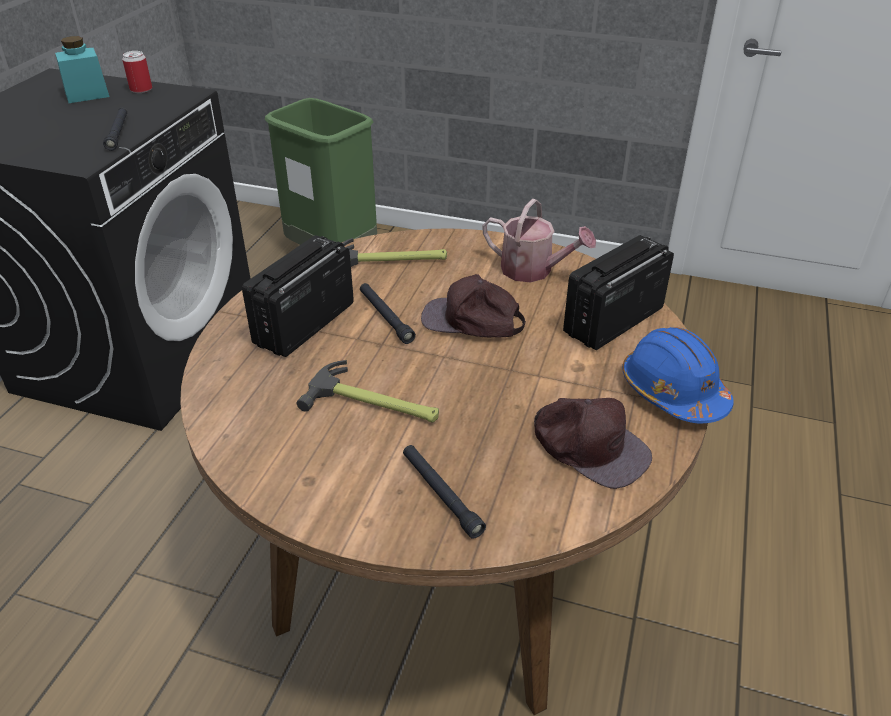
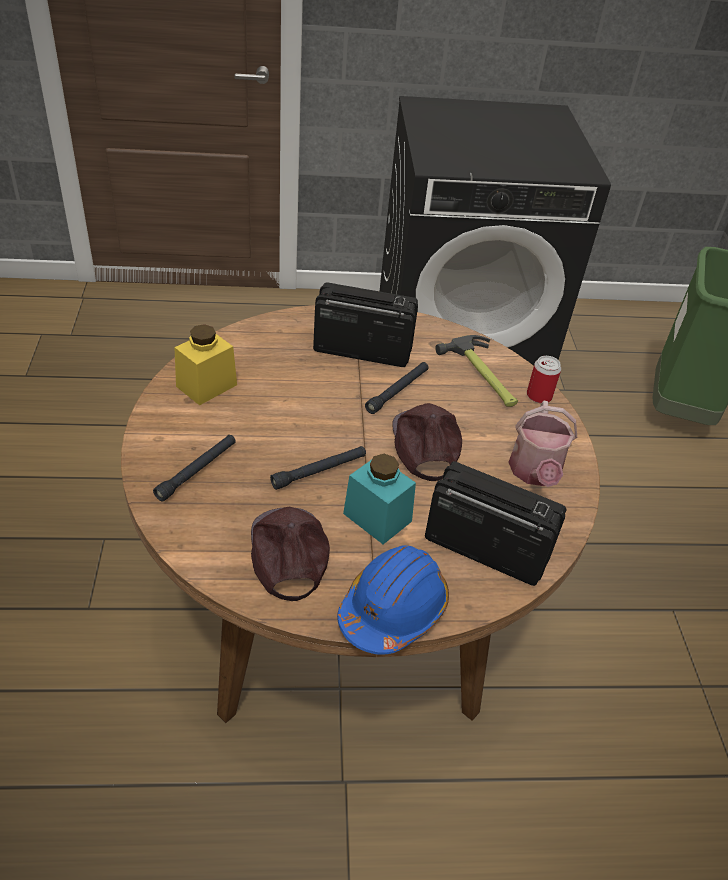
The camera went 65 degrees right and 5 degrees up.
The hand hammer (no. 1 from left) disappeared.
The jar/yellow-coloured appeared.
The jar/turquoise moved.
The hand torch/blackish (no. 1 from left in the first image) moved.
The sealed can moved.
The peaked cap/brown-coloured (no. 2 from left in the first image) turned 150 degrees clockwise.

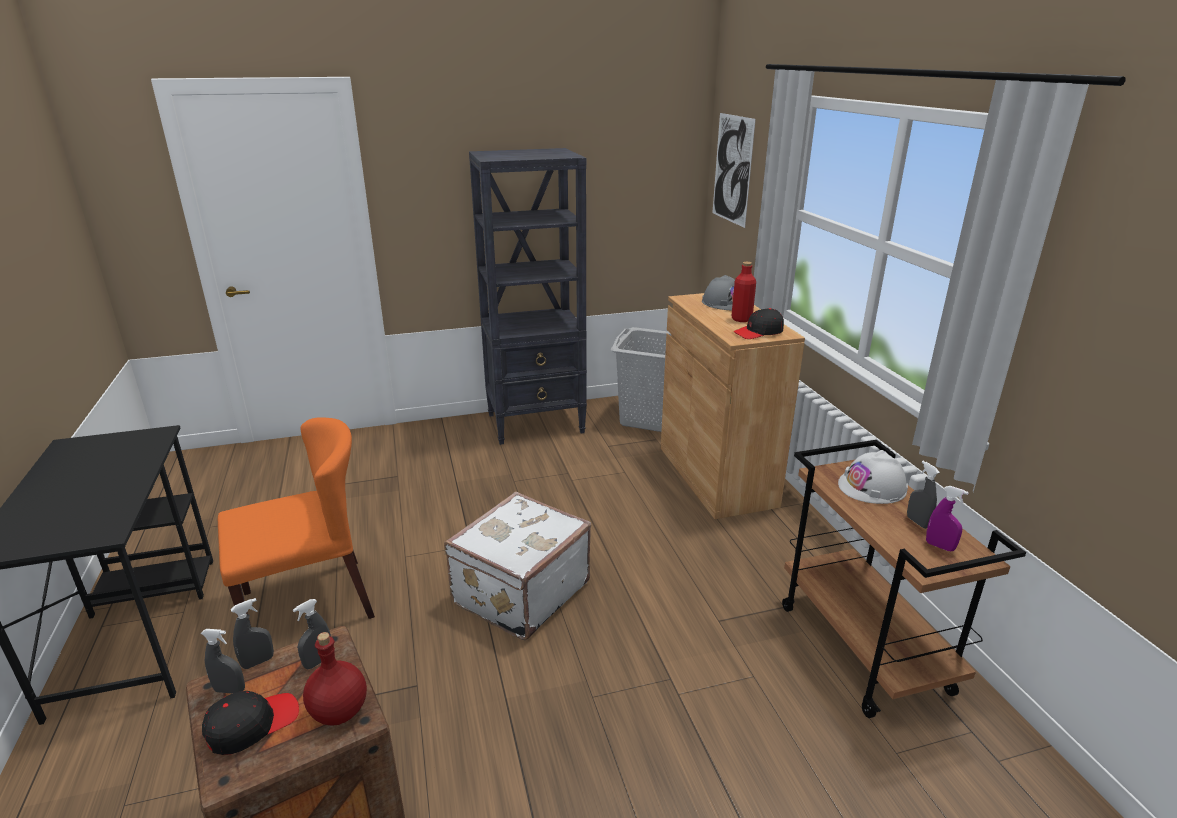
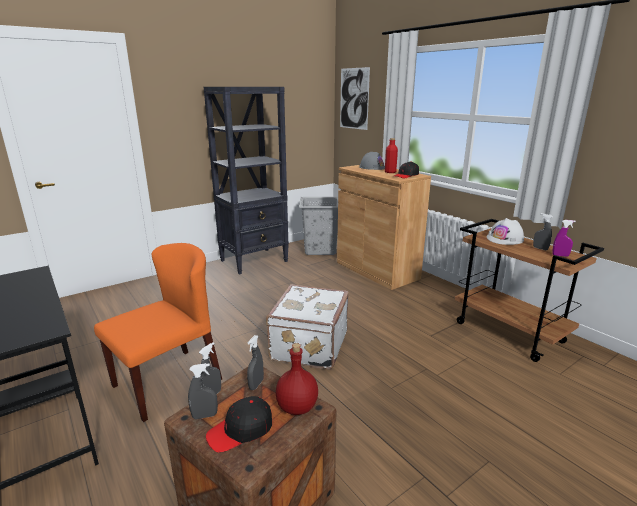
The camera went 20 degrees left and 5 degrees down.
The peaked cap/blackish (no. 1 from left) turned 150 degrees counterclockwise.

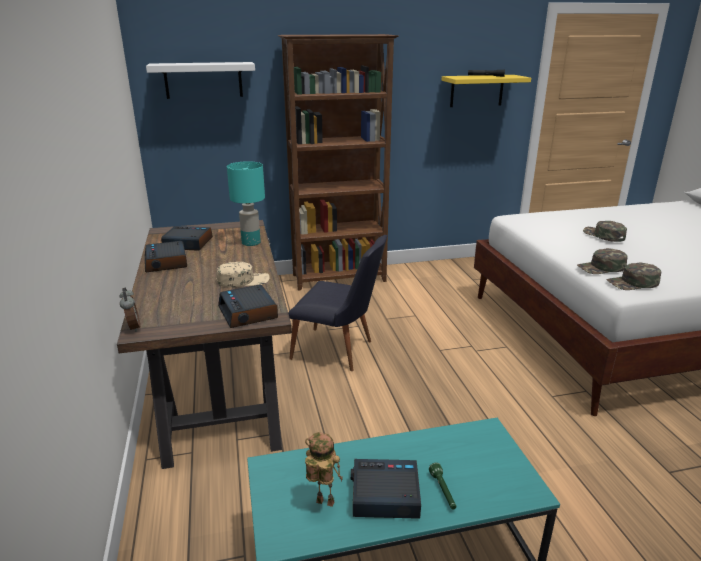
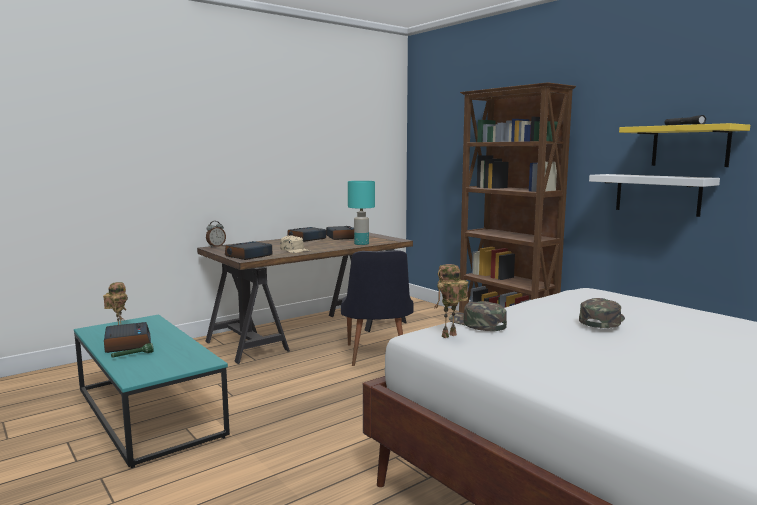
The camera went 65 degrees right and 15 degrees down.
The bracket shelf/whitish moved.
The peaked cap/green (no. 3 from left) was replaced by the model robot (no. 2 from left).

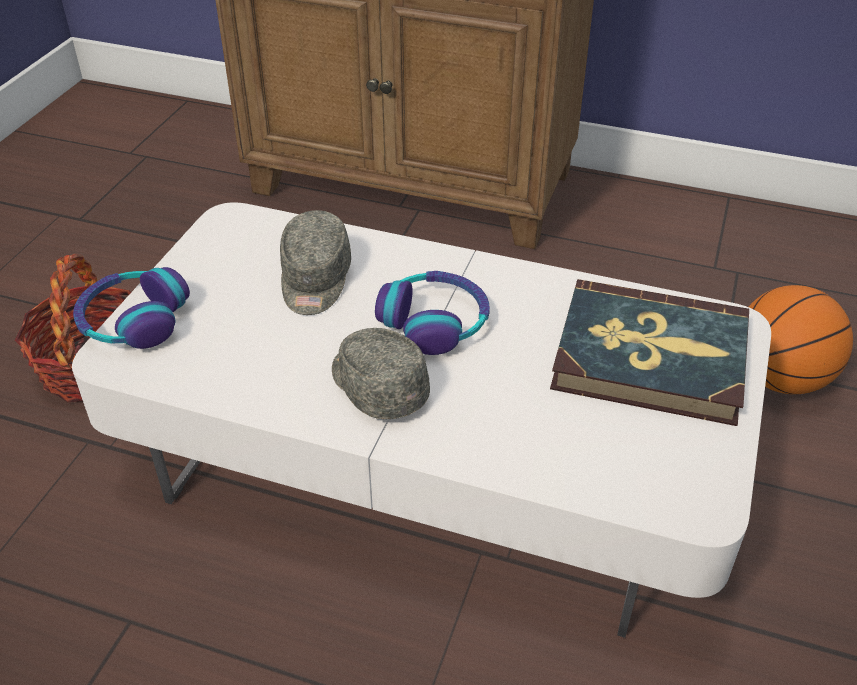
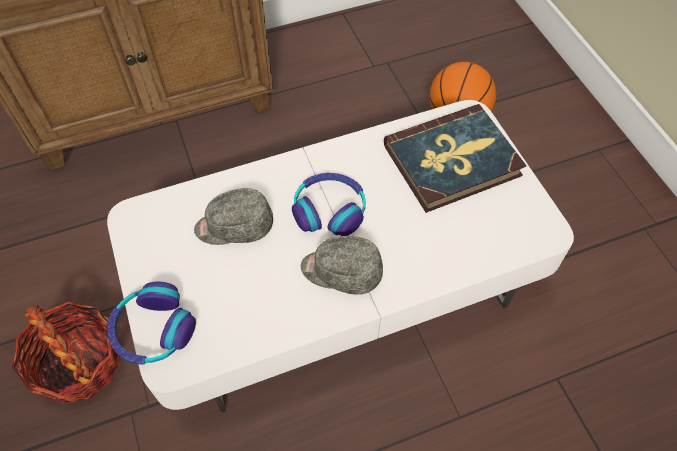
The camera went 40 degrees left and 15 degrees up.
The peaked cap/greyish (no. 1 from left) turned 120 degrees clockwise.

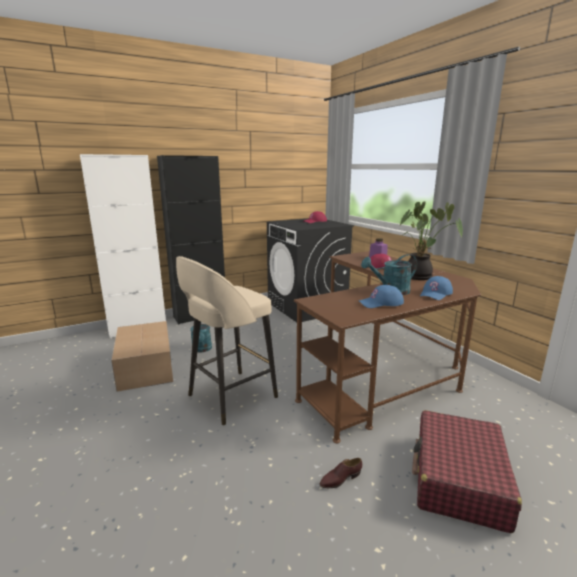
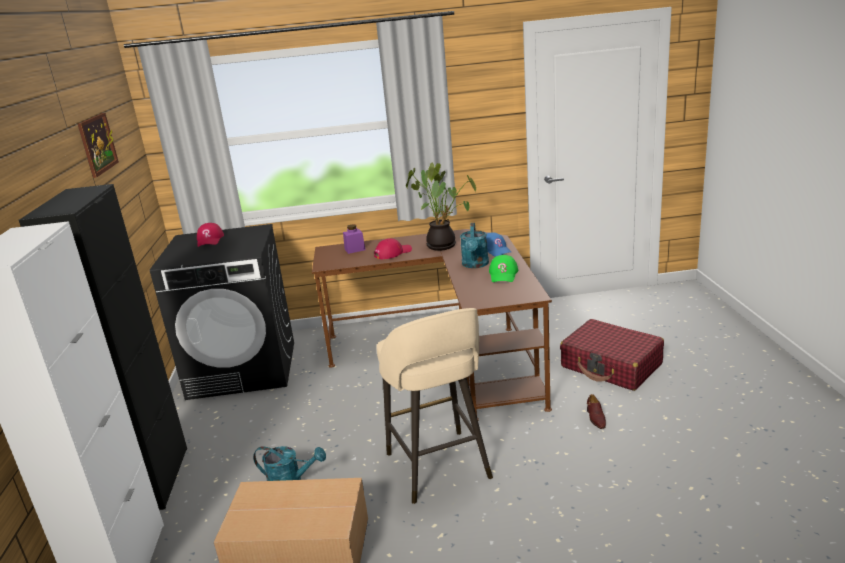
The camera went 65 degrees left and 5 degrees up.
The picture appeared.
The peaked cap/blue (no. 1 from left) became the peaked cap/green.

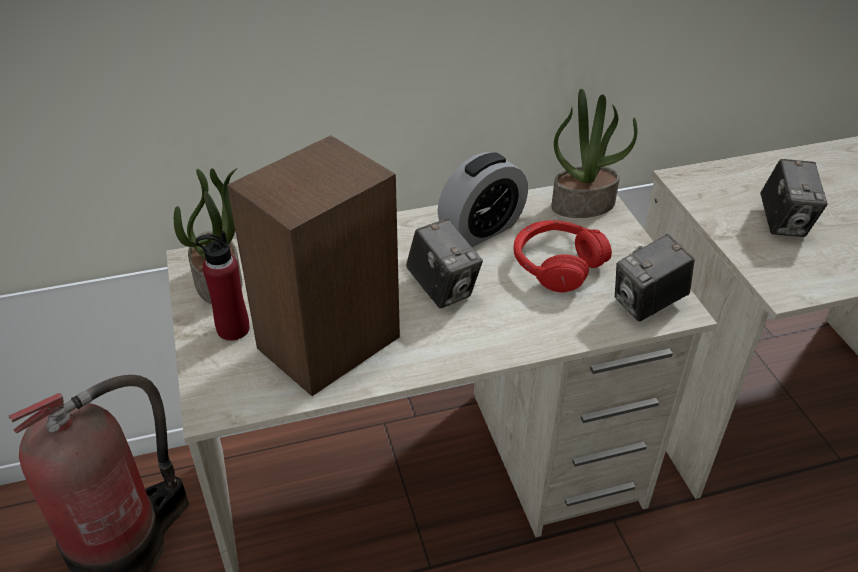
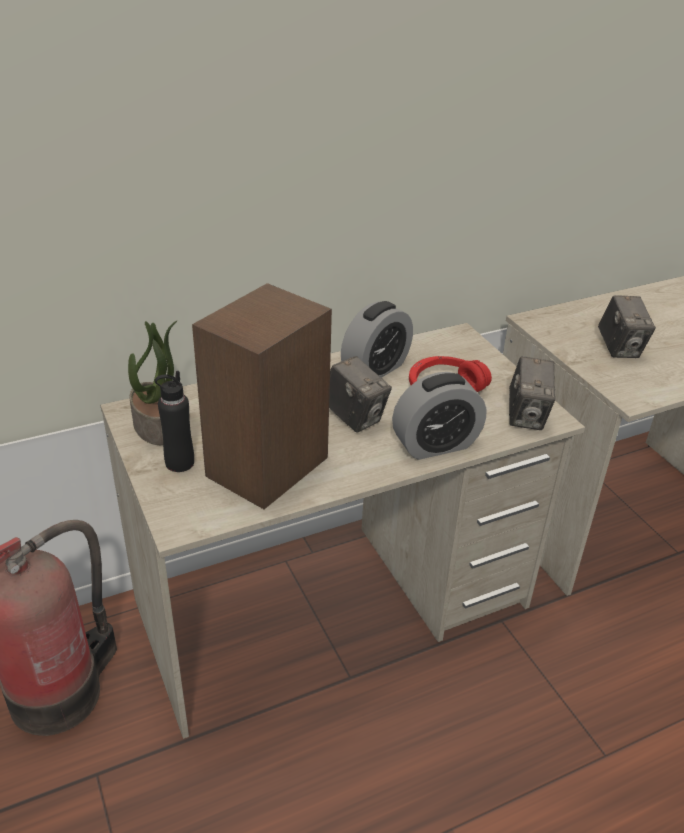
The camera went 10 degrees left and 5 degrees down.
The houseplant (no. 2 from left) disappeared.
The bedside clock (no. 2 from left) appeared.
The bottle/red-coloured became the bottle/blackish.
The still camera (no. 2 from left) turned 45 degrees counterclockwise.

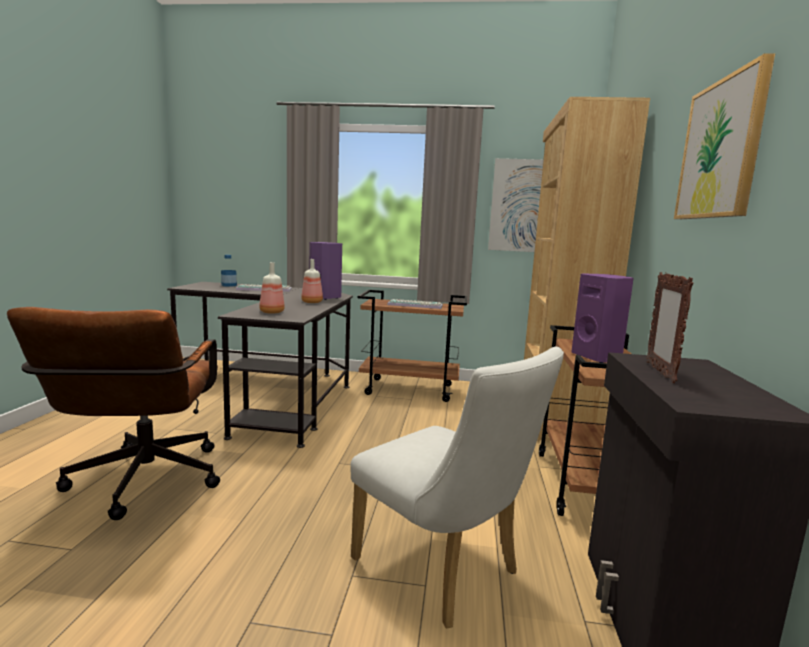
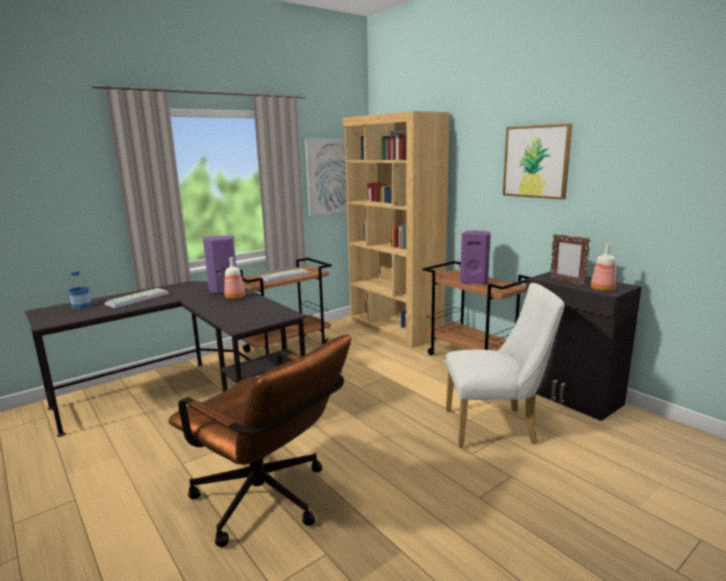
The camera went 45 degrees left and 5 degrees up.
The bottle (no. 2 from left in the first image) moved.

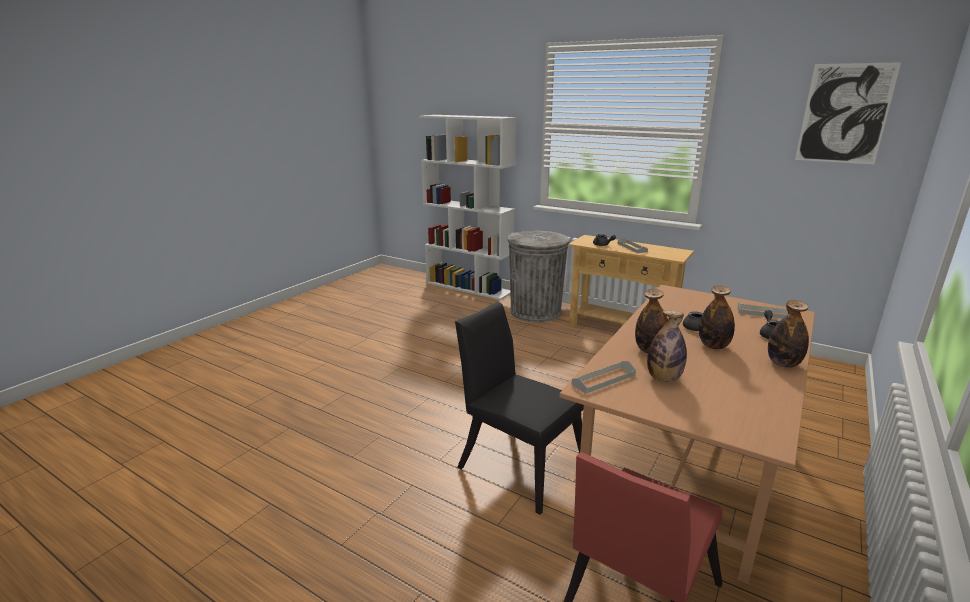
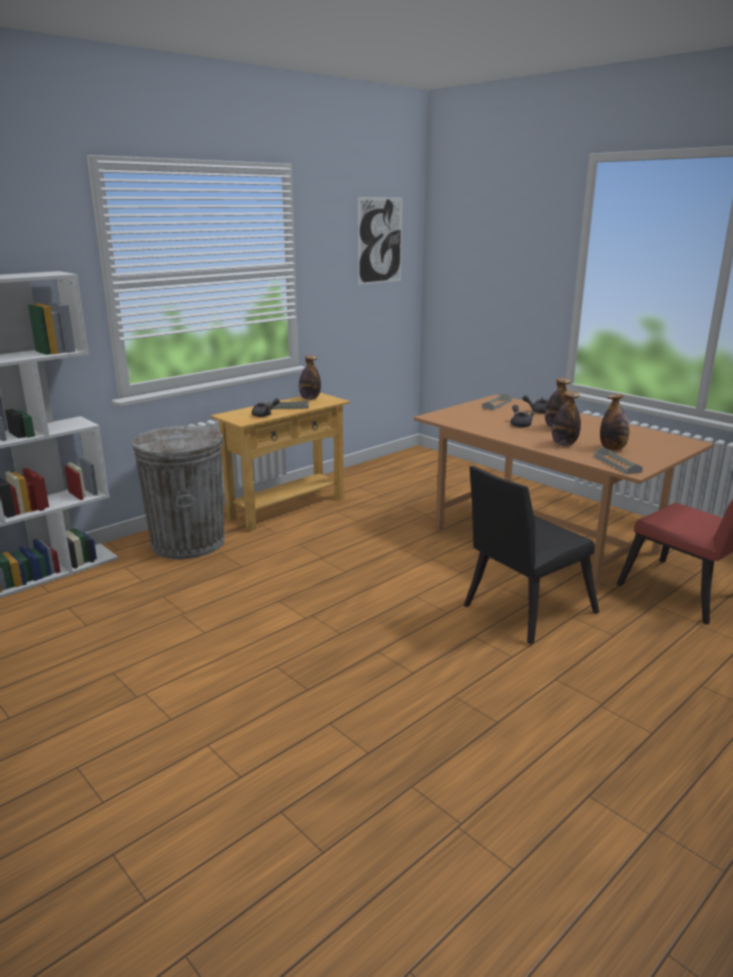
The camera went 75 degrees left and 0 degrees up.
The bottle (no. 4 from left in the first image) moved.

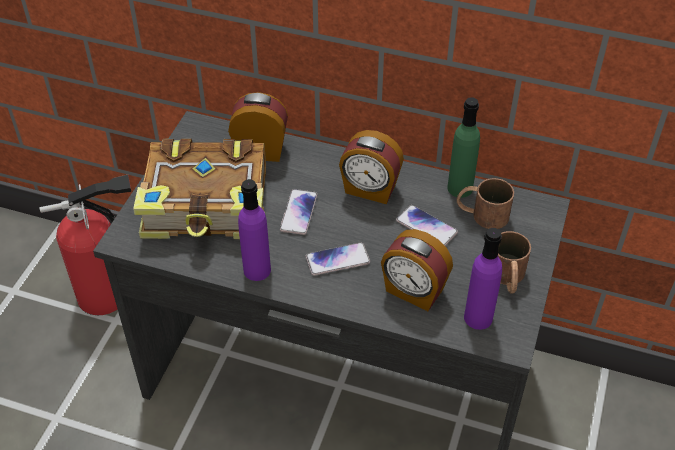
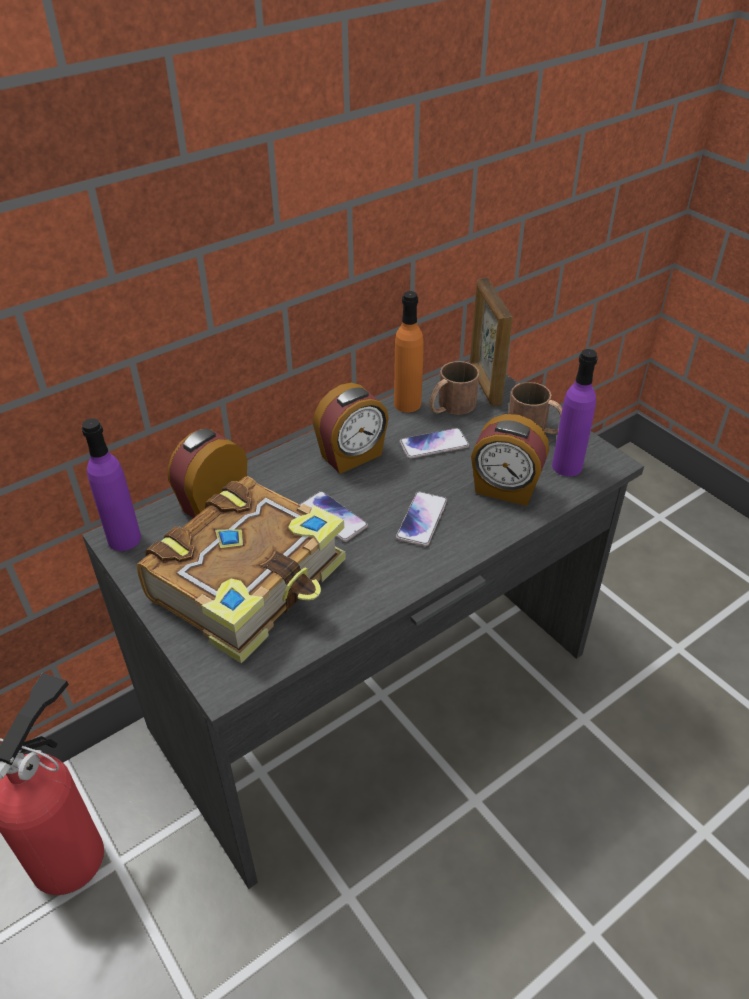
The camera went 55 degrees left and 5 degrees down.
The standing frame appeared.
The bottle/purplish (no. 1 from left) moved.
The bottle/green became the bottle/orange.
The bedside clock (no. 3 from left) turned 45 degrees clockwise.

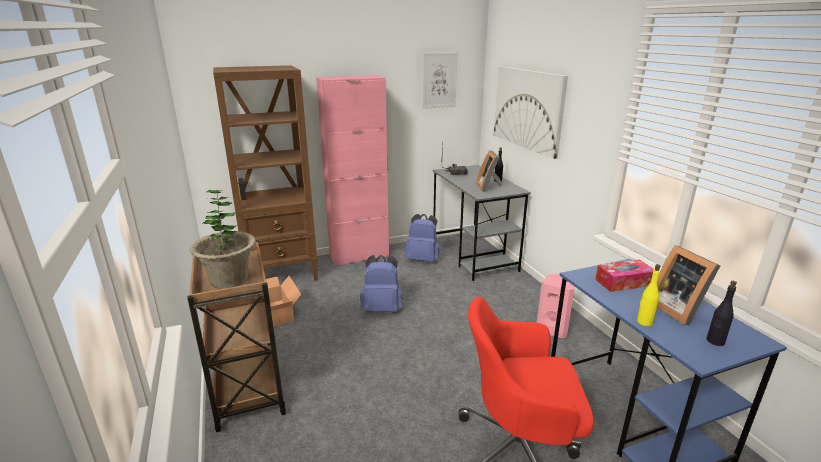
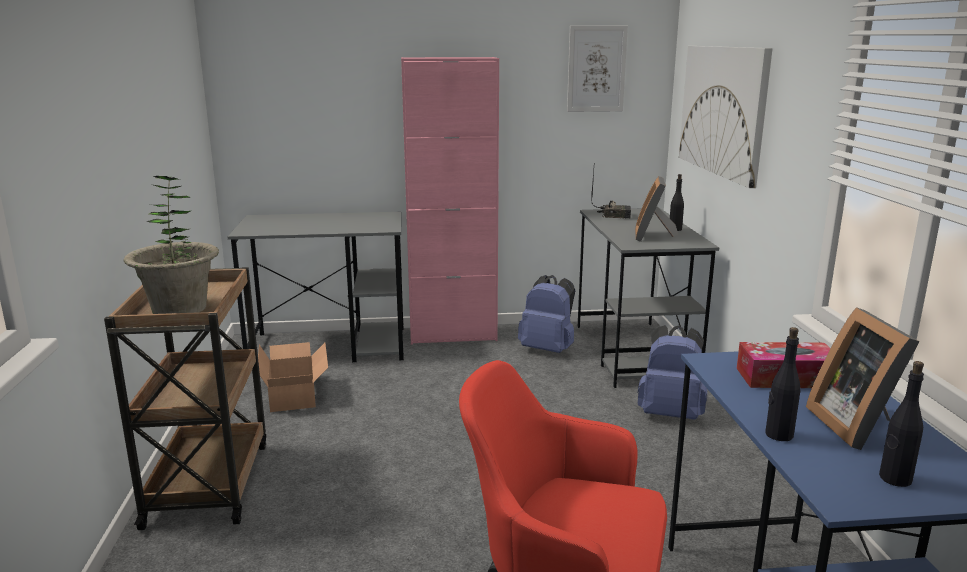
The camera went 15 degrees right and 5 degrees down.
The audio speaker/pink disappeared.
The rucksack/blue (no. 1 from left in the first image) moved.
The bookcase/brown-coloured was replaced by the desk table/greyish (no. 1 from left).
The bottle/yellow-coloured became the bottle/blackish (no. 2 from left).

